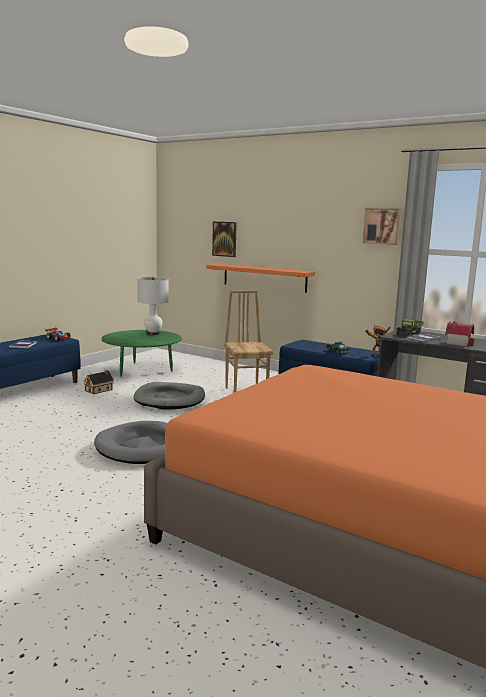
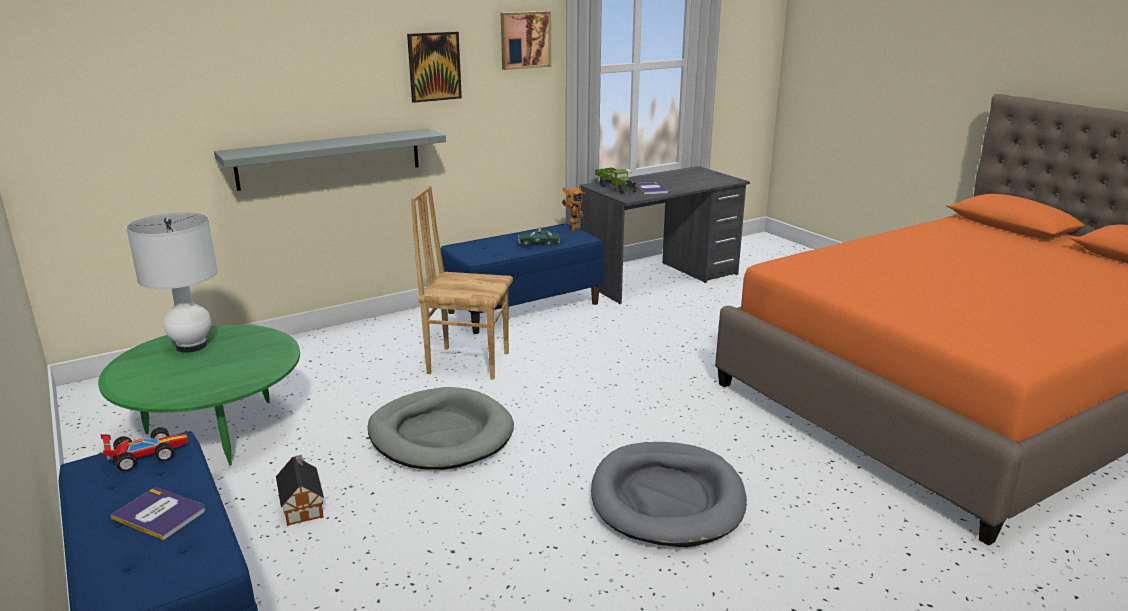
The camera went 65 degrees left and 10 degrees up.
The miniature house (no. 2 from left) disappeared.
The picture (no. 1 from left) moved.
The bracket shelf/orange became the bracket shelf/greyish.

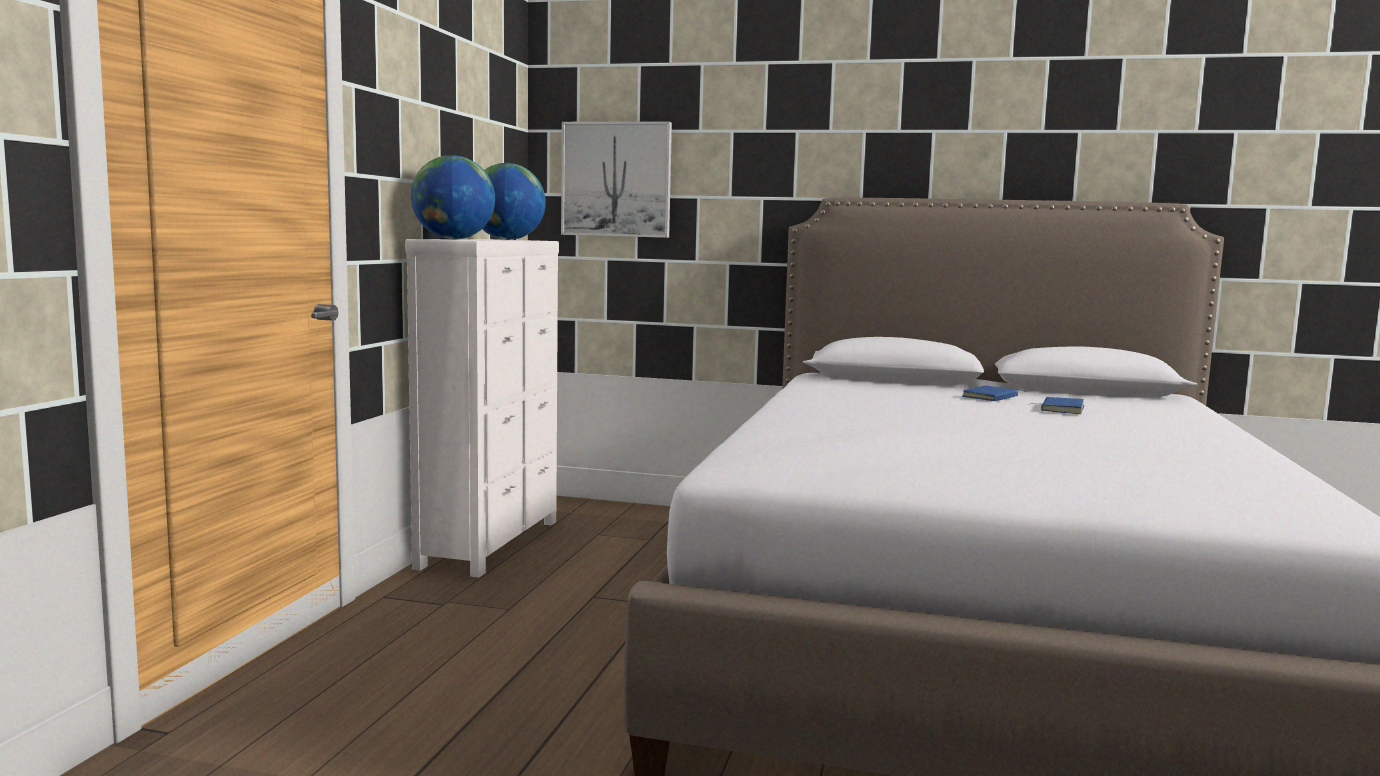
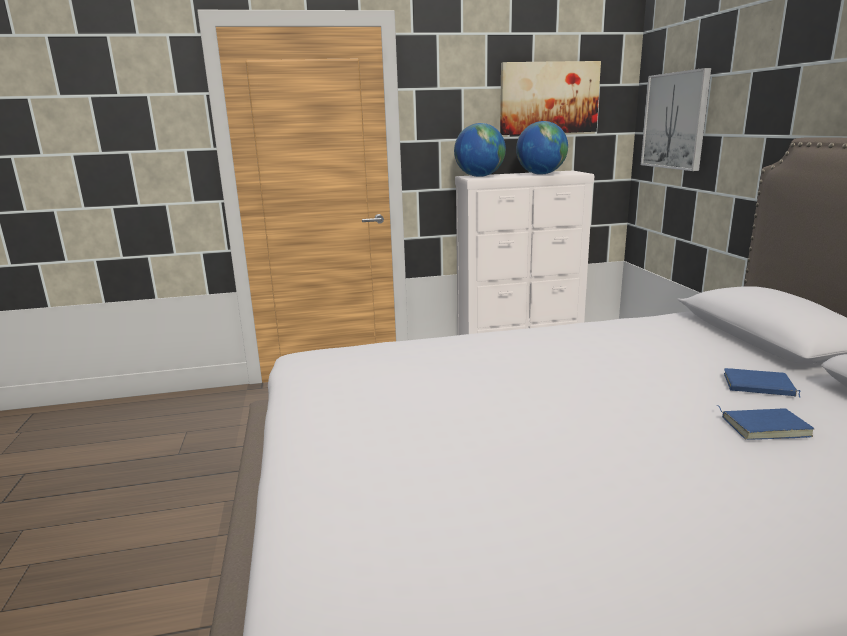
The camera went 65 degrees right and 10 degrees up.
The picture (no. 1 from left) appeared.

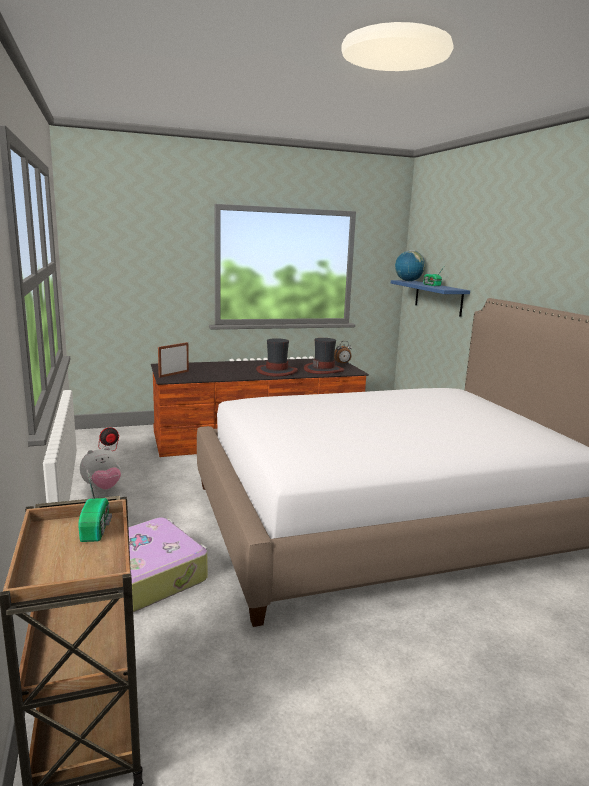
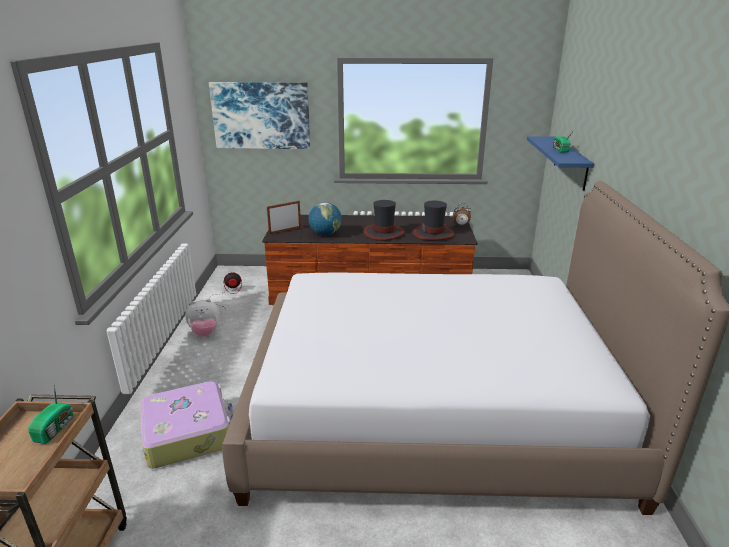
The camera went 20 degrees right and 10 degrees up.
The picture appeared.
The globe moved.

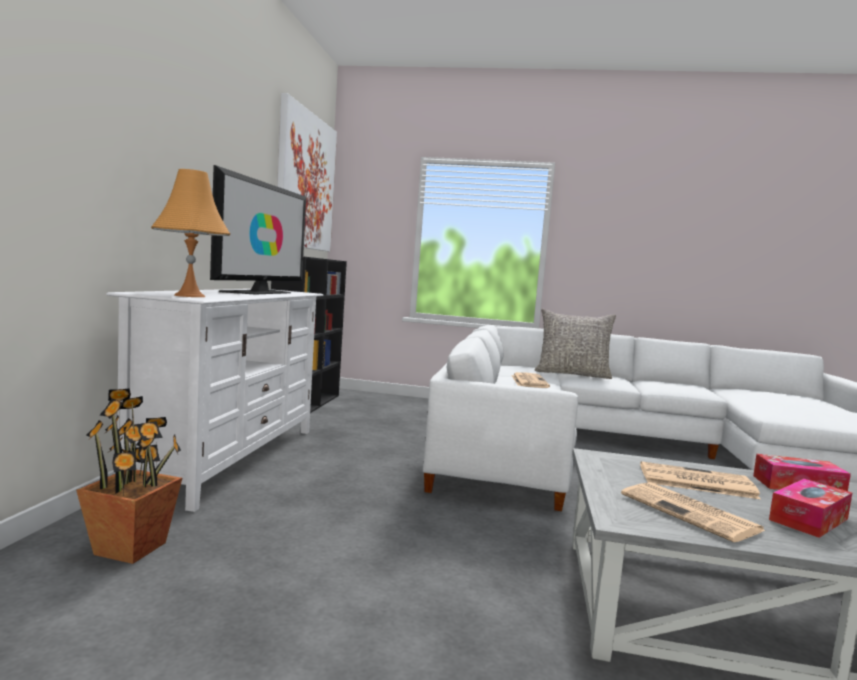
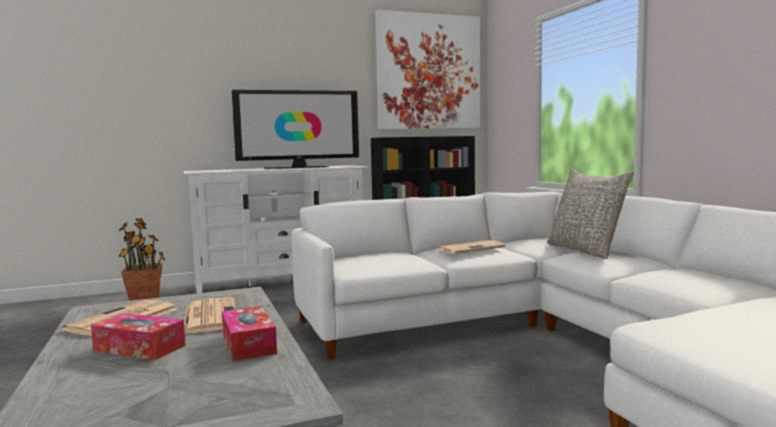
The camera went 60 degrees right and 0 degrees up.
The lamp for a table/orange disappeared.

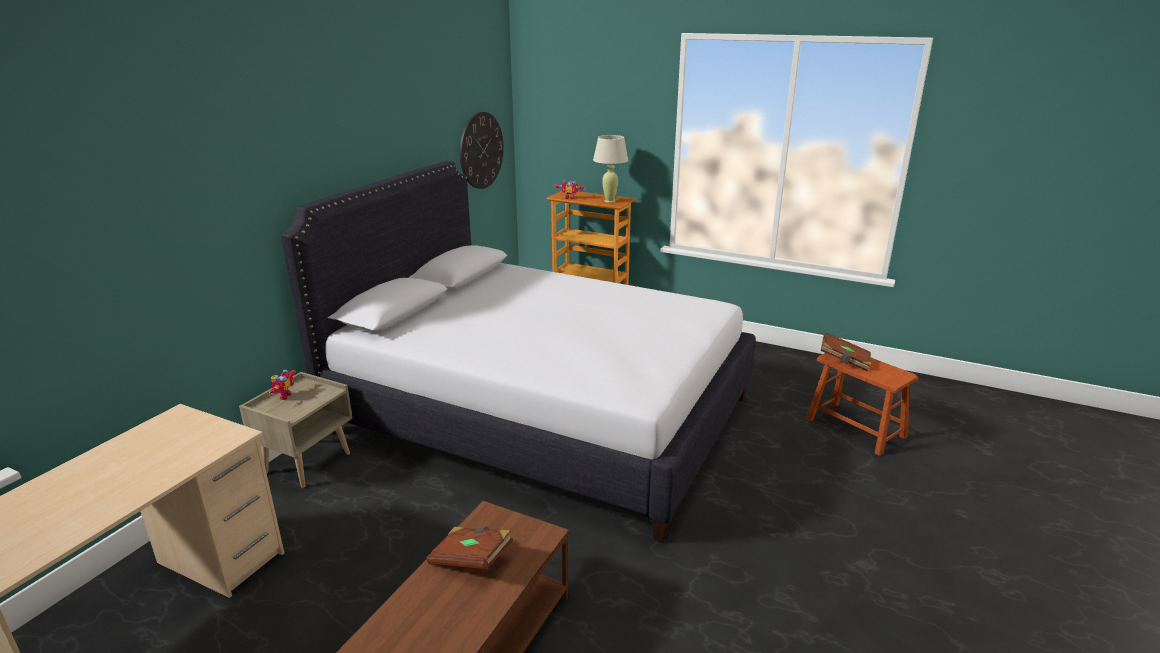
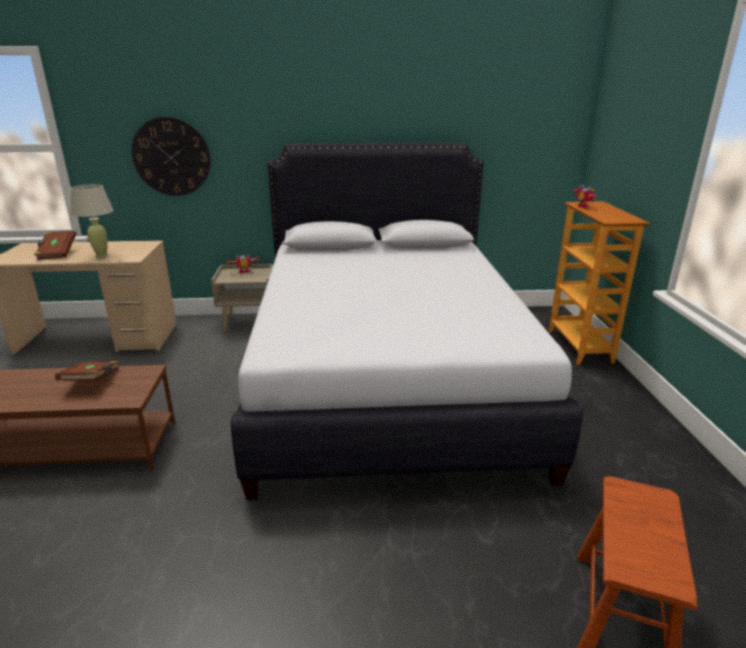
The camera went 60 degrees right and 0 degrees up.
The clock on the wall moved.
The lamp for a table/sand-coloured moved.
The volume/brown-coloured (no. 2 from left in the first image) moved.

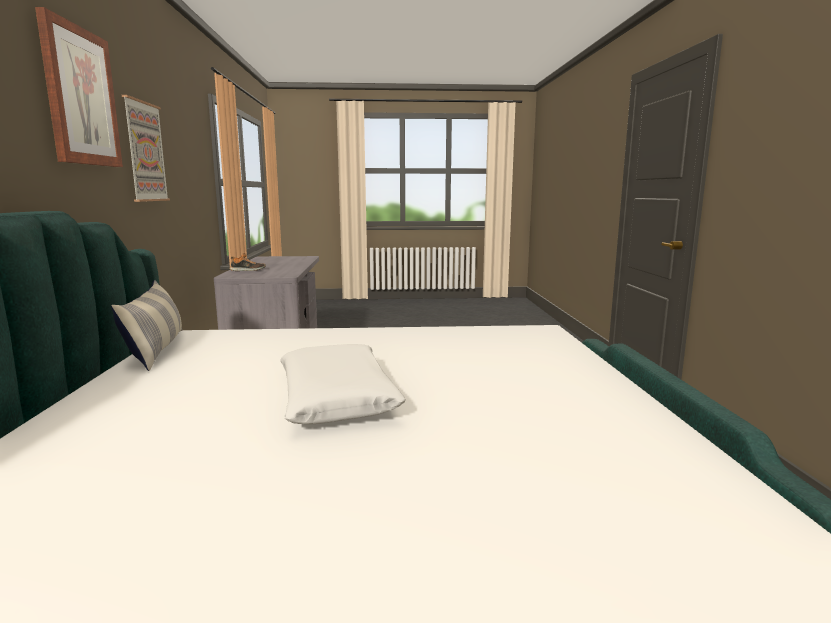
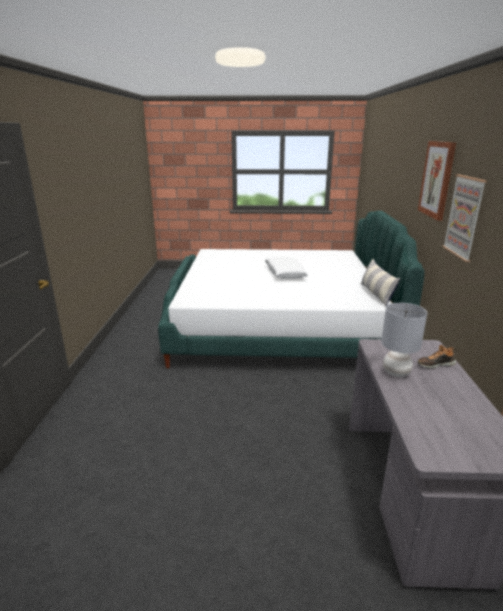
The camera went 175 degrees left and 10 degrees up.
The lamp for a table/greyish appeared.

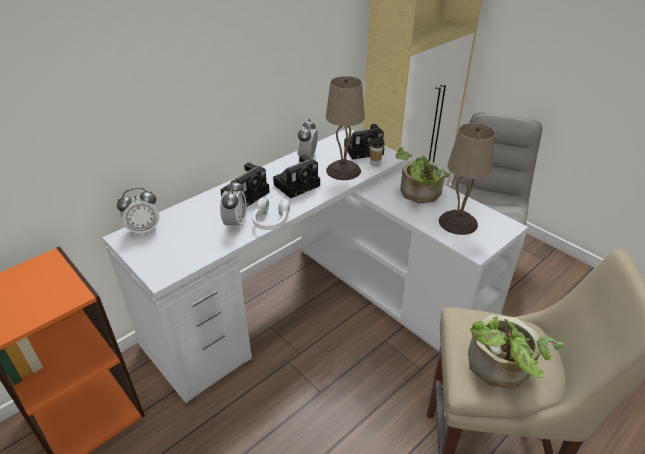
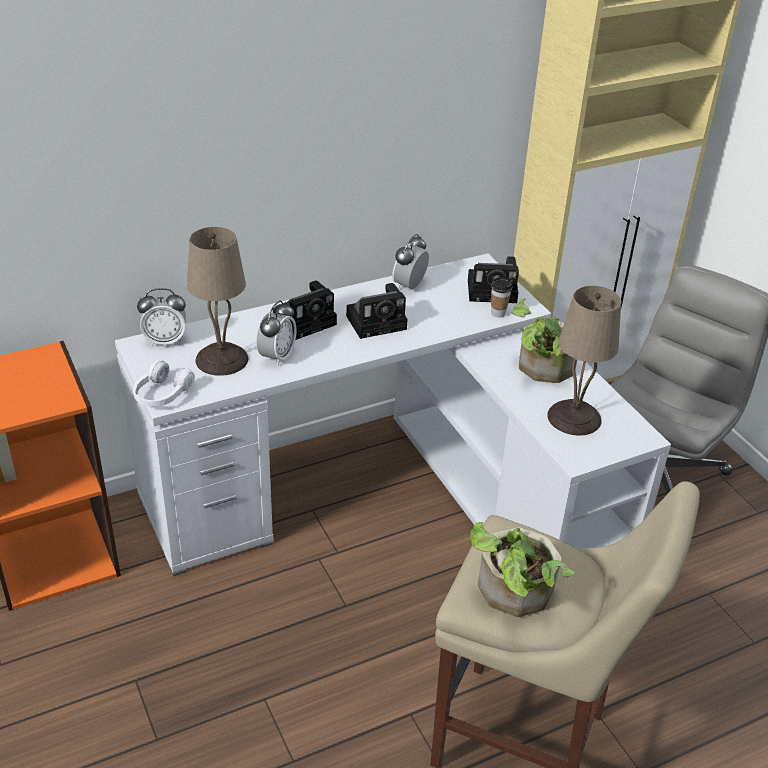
The camera went 15 degrees right and 0 degrees up.
The headphones/whitish moved.
The lamp for a table/sand-coloured (no. 1 from left) moved.

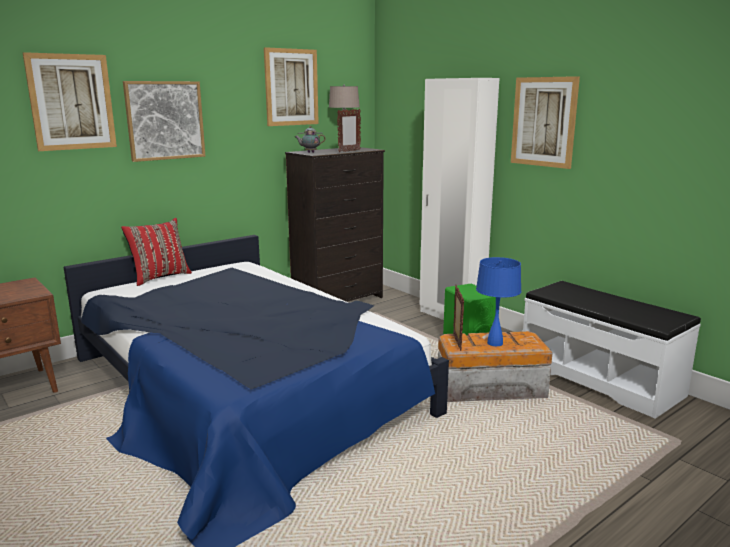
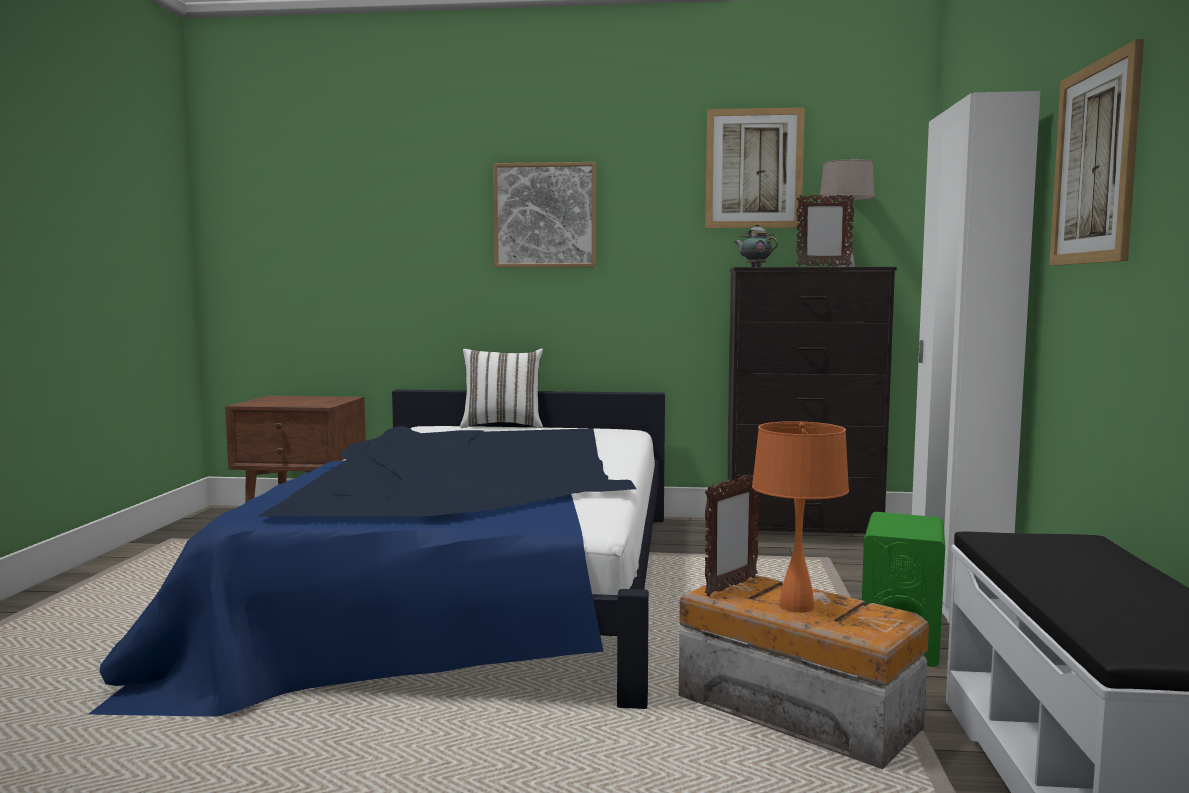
The camera went 45 degrees right and 10 degrees down.
The picture (no. 1 from left) disappeared.
The pillow/red-coloured became the pillow/whitish.
The lamp for a table/blue became the lamp for a table/orange.

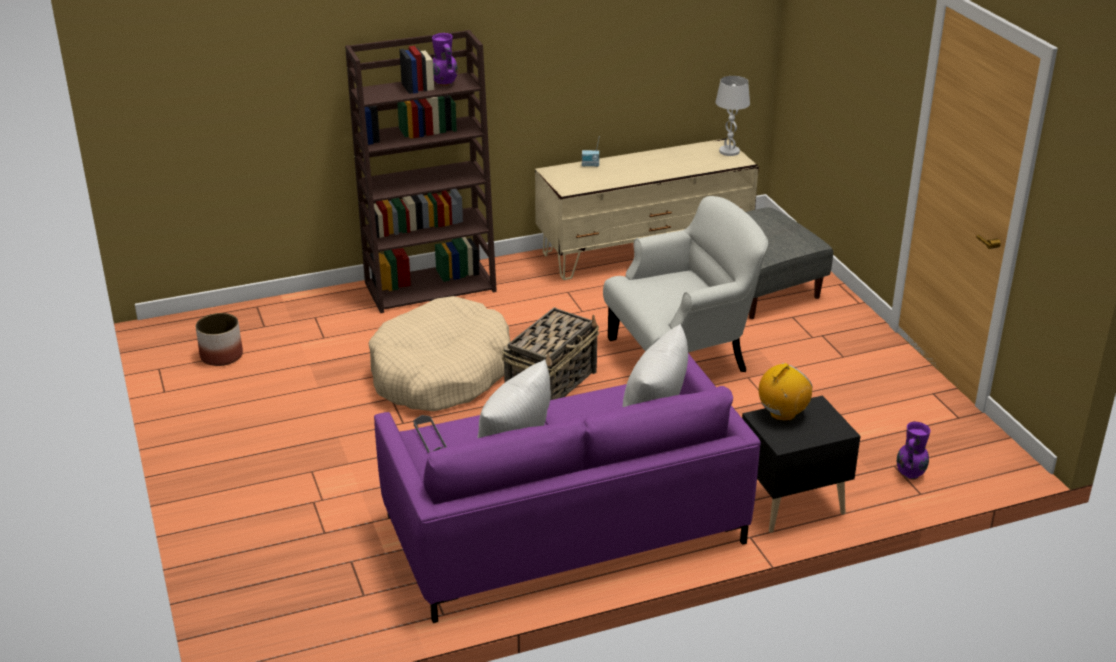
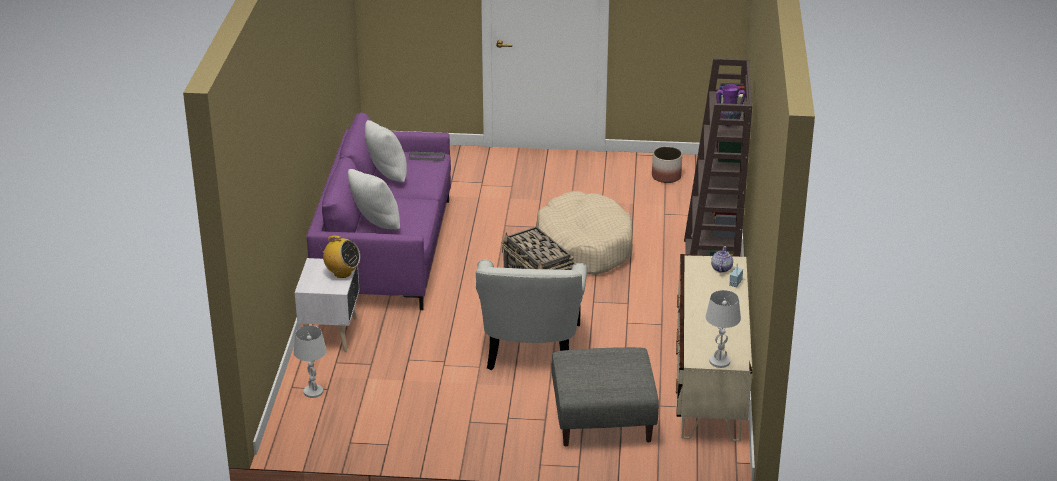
The camera went 115 degrees right and 0 degrees up.
The teapot appeared.
The vase/purplish (no. 2 from left) was replaced by the lamp for a table/whitish (no. 1 from left).
The night table/blackish became the night table/whitish.
The radio (no. 2 from left in the first image) turned 45 degrees counterclockwise.

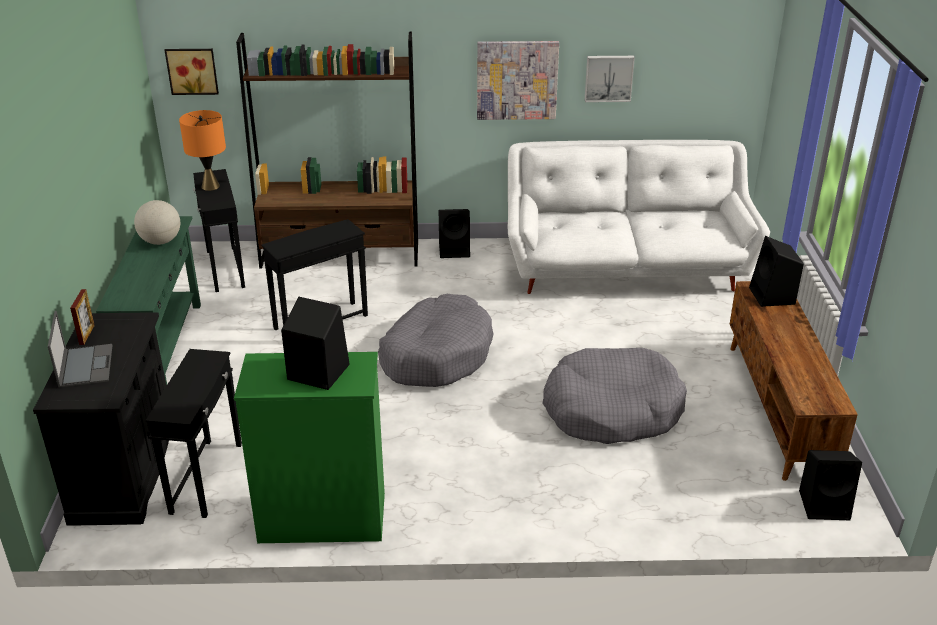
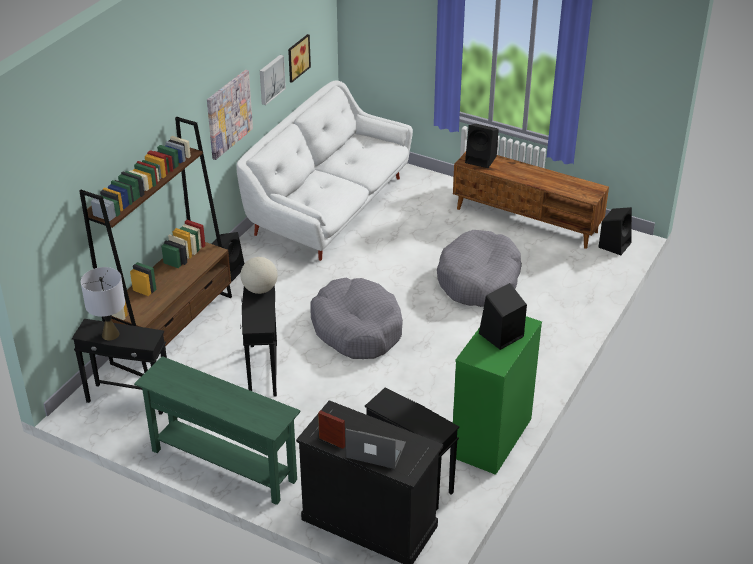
The camera went 60 degrees left and 5 degrees up.
The globe moved.
The picture (no. 1 from left in the first image) moved.
The lamp for a table/orange became the lamp for a table/greyish.

